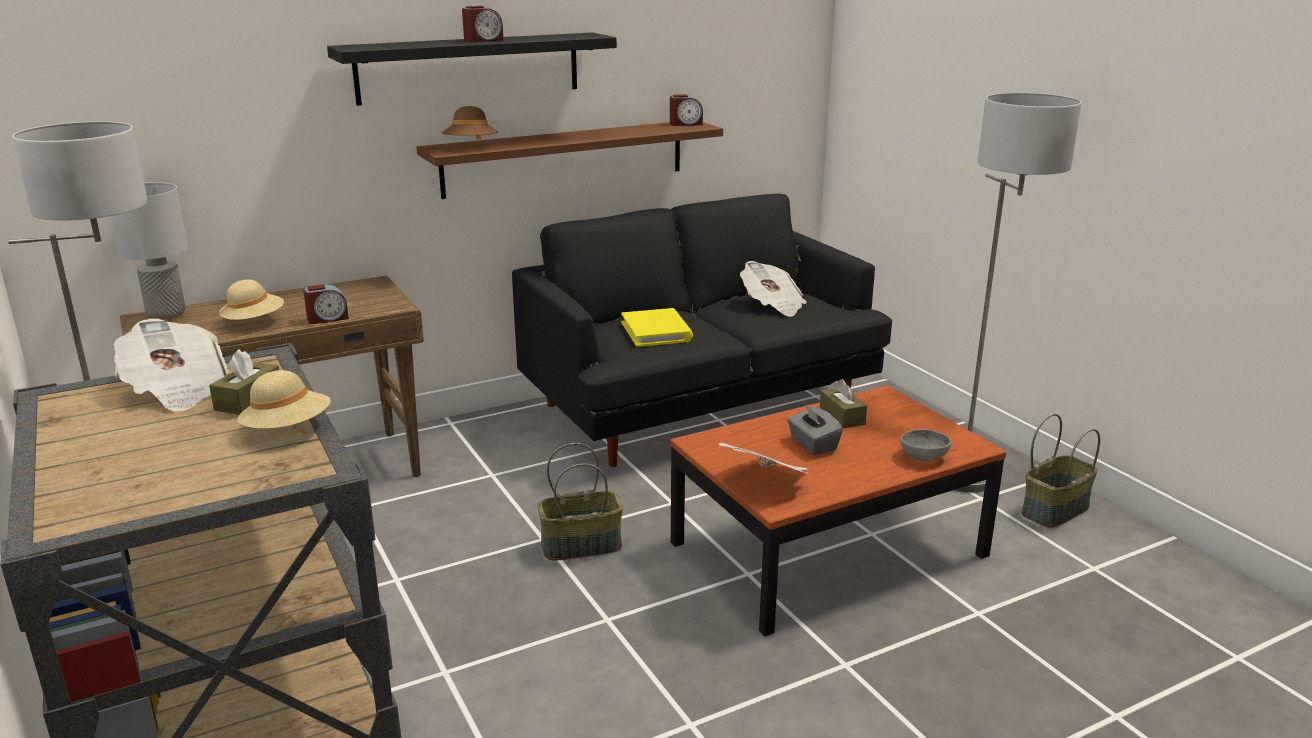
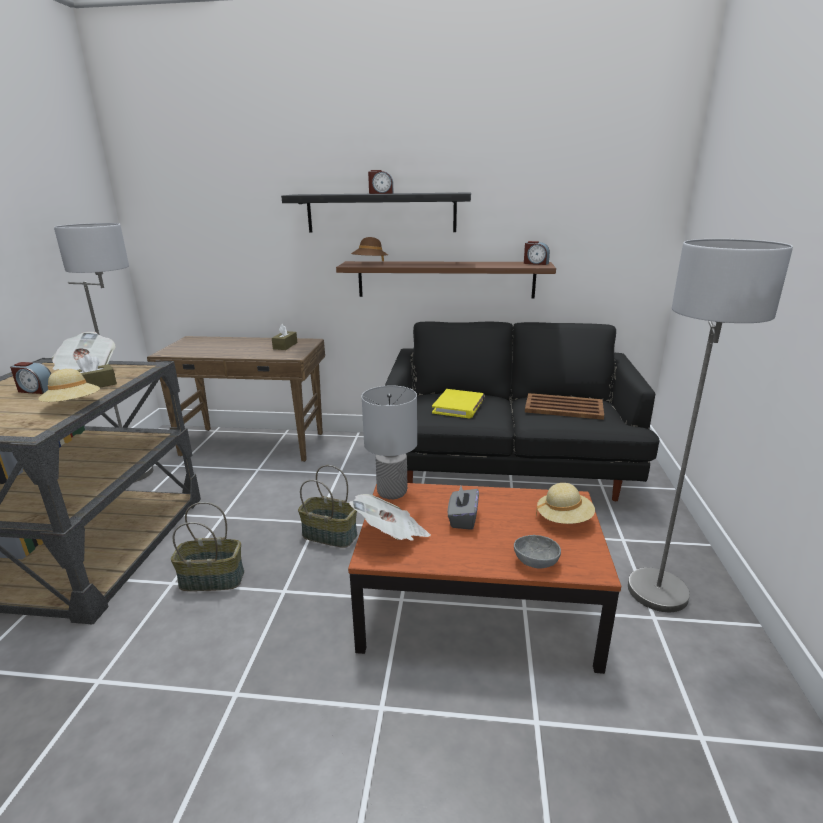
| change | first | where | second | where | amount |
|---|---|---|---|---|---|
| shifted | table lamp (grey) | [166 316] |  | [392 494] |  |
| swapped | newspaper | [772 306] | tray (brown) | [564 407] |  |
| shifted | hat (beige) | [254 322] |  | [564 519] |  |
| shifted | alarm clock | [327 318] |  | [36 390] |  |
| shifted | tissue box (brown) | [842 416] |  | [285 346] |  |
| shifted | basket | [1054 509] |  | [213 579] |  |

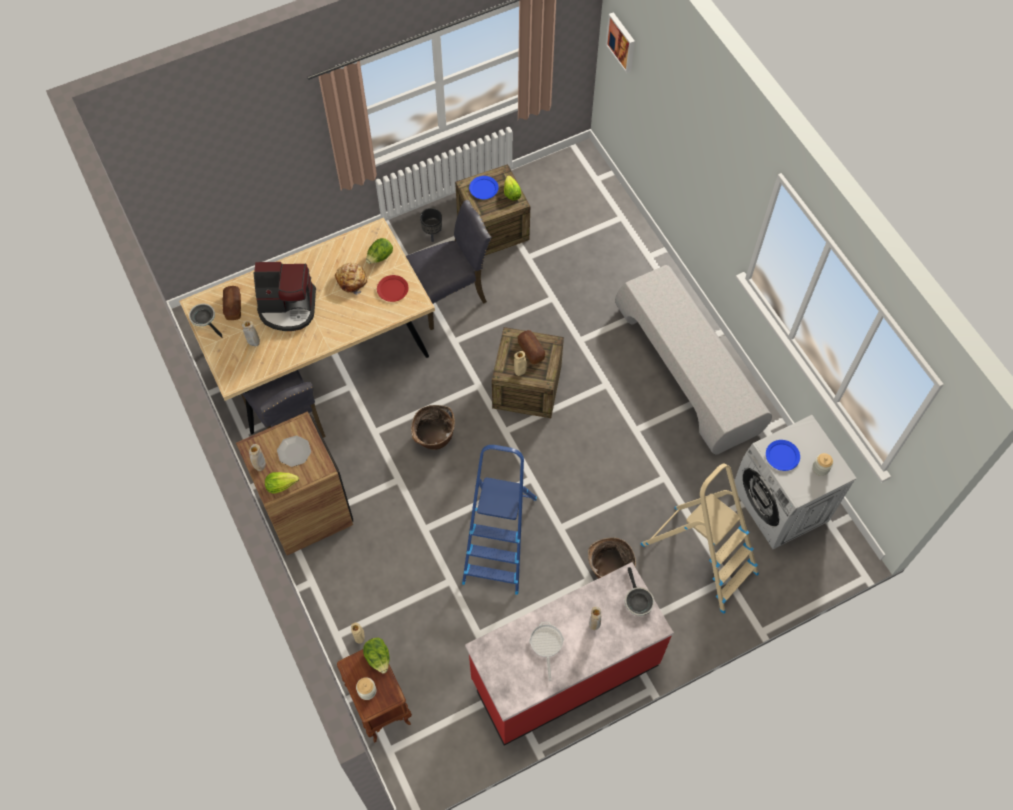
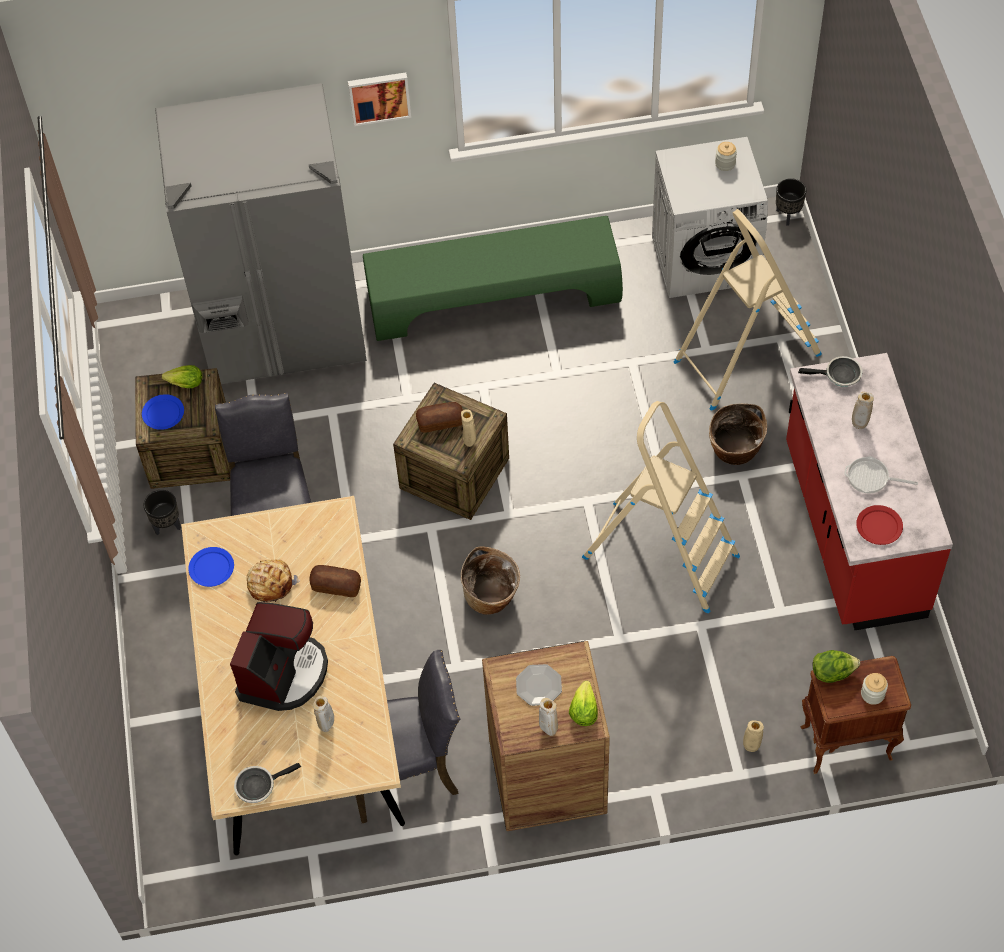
| change | first | where | second | where | amount |
|---|---|---|---|---|---|
| shifted | picture | [622 42] |  | [379 97] |  |
| gone | lettuce | [380 257] |  |  |  |
| repainted | bench (grey) | [688 369] | bench (green) | [493 296] |  |
| shifted | plate (red) | [392 289] |  | [879 526] |  |
| shifted | bread | [233 306] |  | [336 586] |  |
| shifted | plate (blue) | [782 456] |  | [211 567] |  |
| repainted | step ladder (blue) | [500 540] | step ladder (beige) | [661 557] |  |
| new |  |  | fridge (grey) | [284 330] |  |
| new |  |  | planter (black) | [788 215] |  |

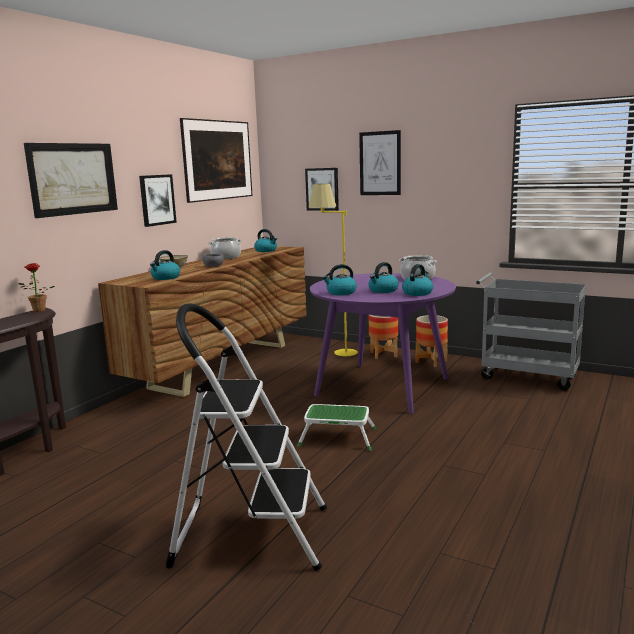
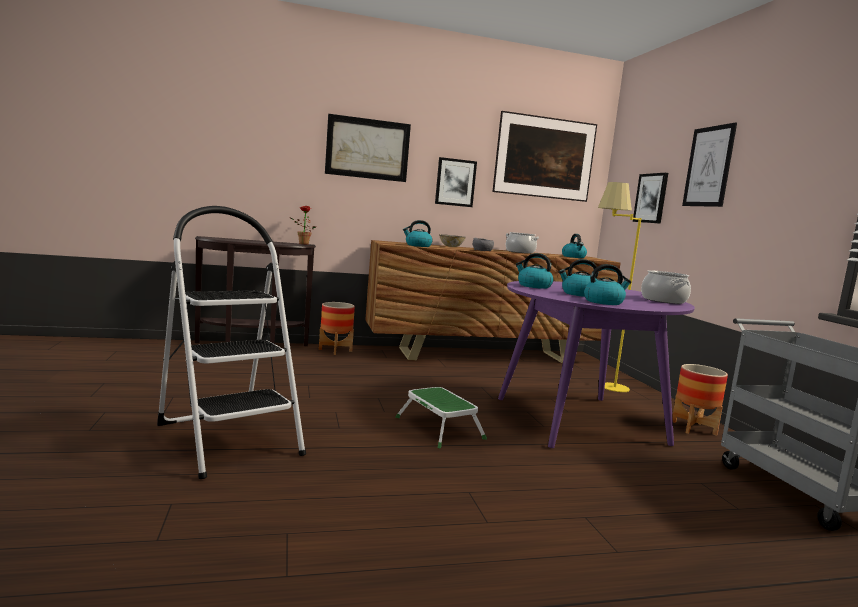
| change | first | where | second | where | amount |
|---|---|---|---|---|---|
| shifted | planter | [383 354] |  | [335 350] |  |

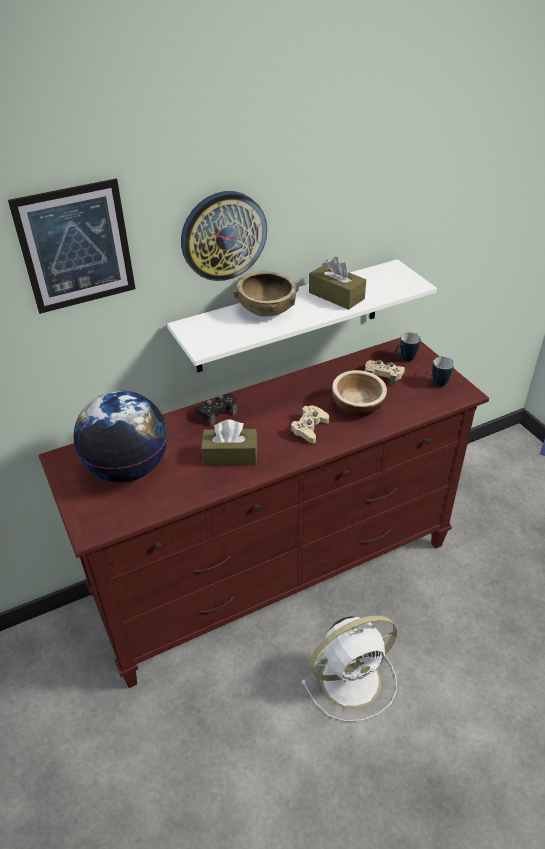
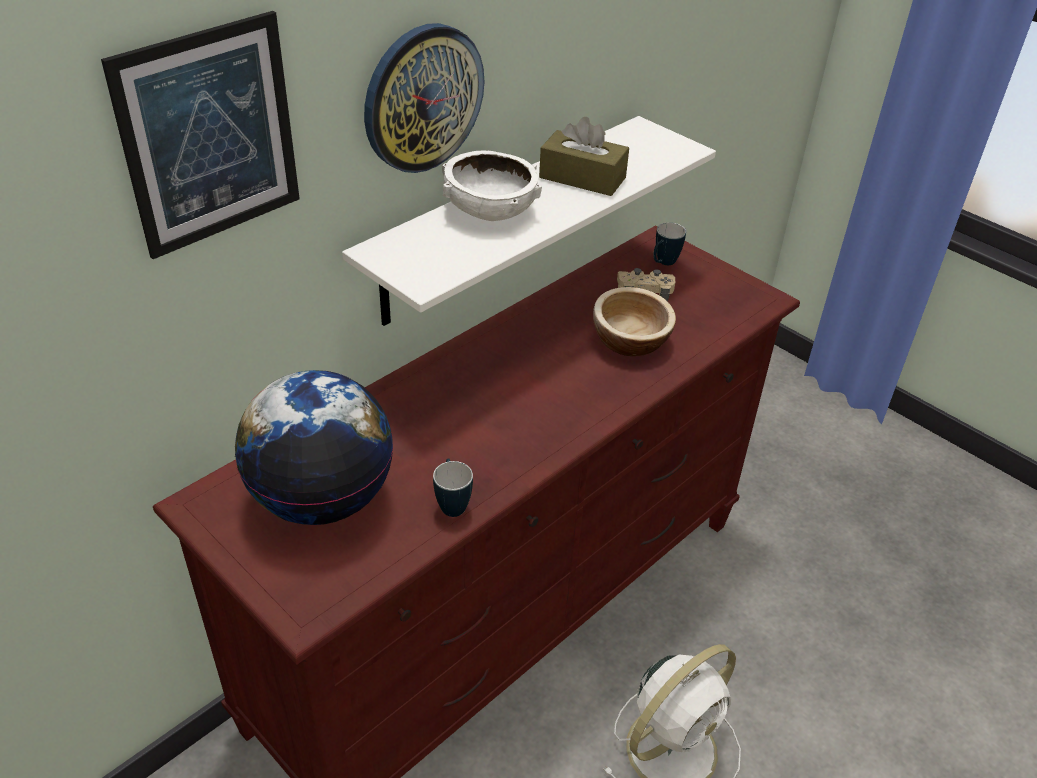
| change | first | where | second | where | amount |
|---|---|---|---|---|---|
| repainted | bowl (brown) | [266 309] | bowl (white) | [490 210] |  |
| shifted | mug | [439 381] |  | [452 503] |  |
| gone | game controller (black) | [217 412] |  |  |  |
| gone | game controller (beige) | [309 428] |  |  |  |
| gone | tissue box (brown) | [230 455] |  |  |  |

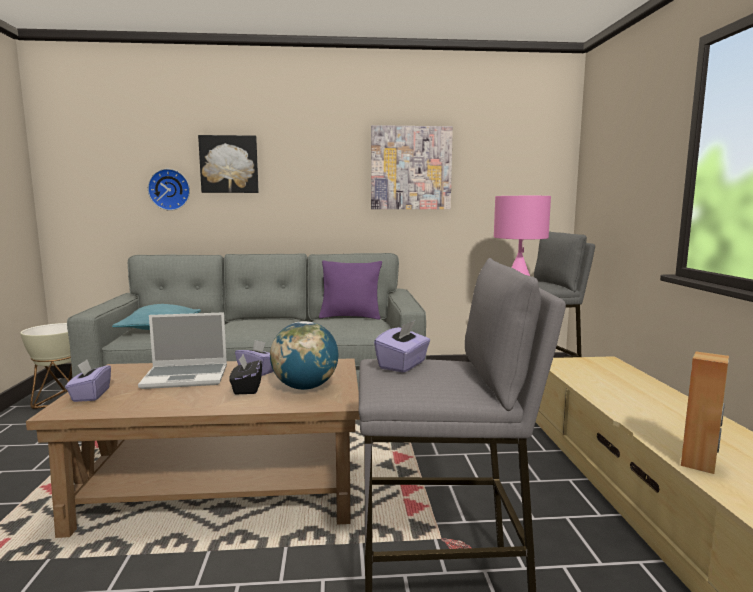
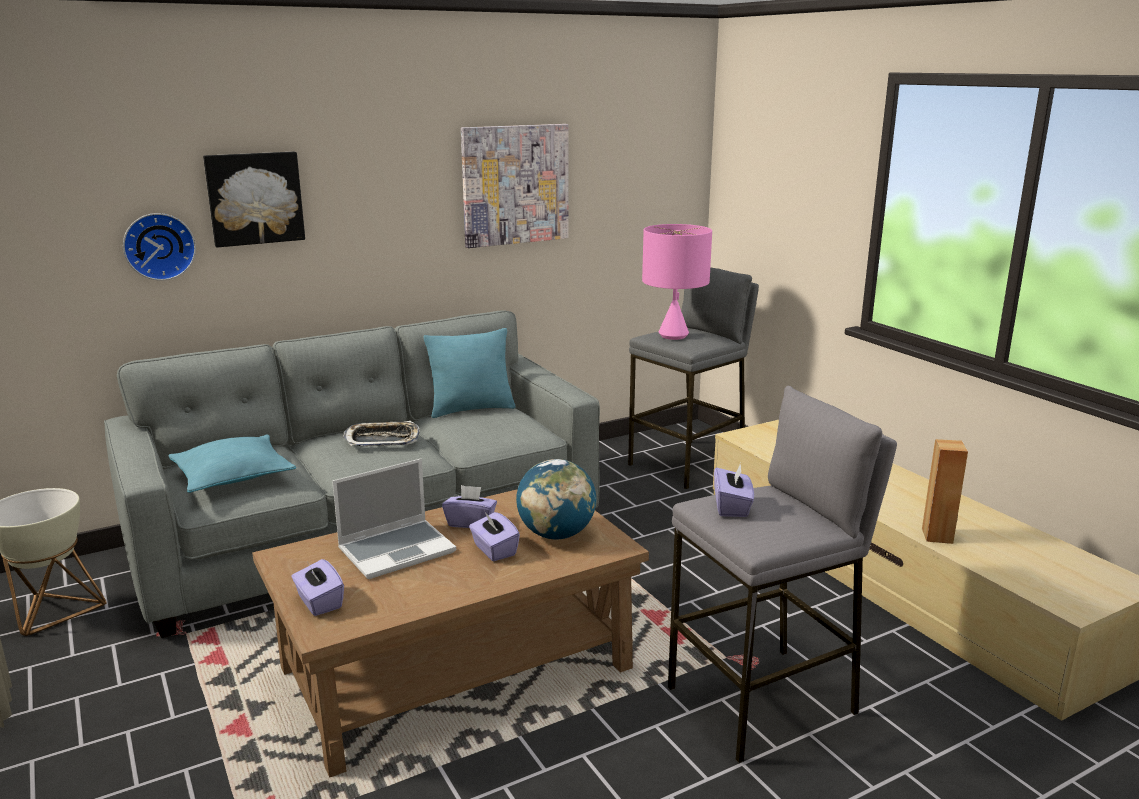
| change | first | where | second | where | amount |
|---|---|---|---|---|---|
| repainted | pillow (purple) | [350 317] | pillow (turquoise) | [471 409] |  |
| repainted | tissue box (black) | [247 388] | tissue box (purple) | [494 550] |  |
| new |  |  | tray | [382 439] |  |

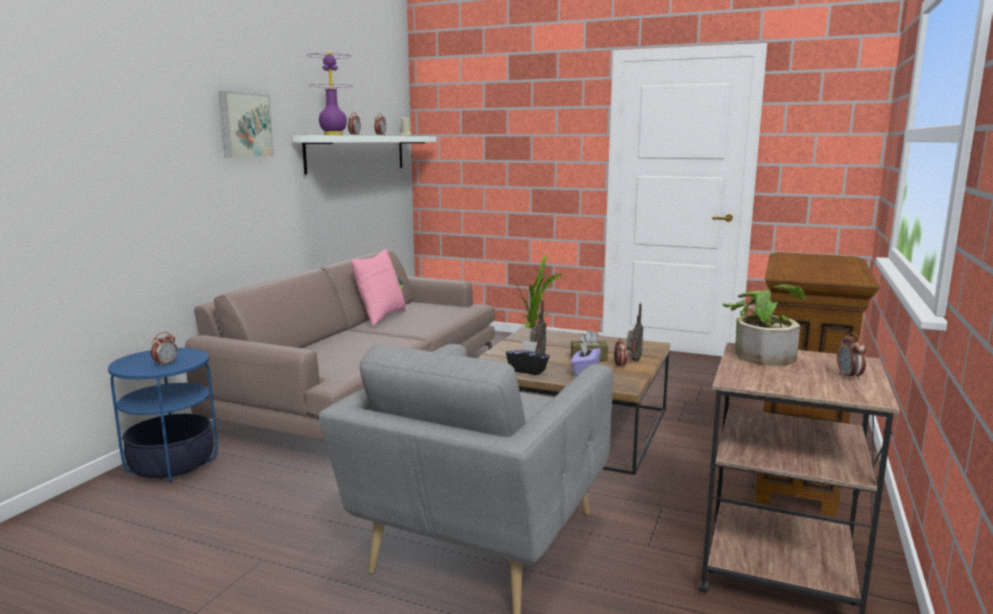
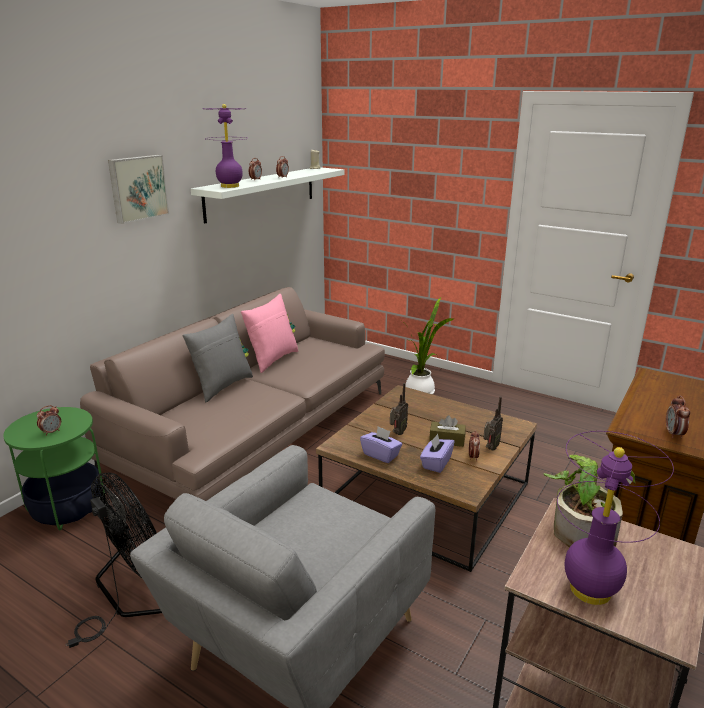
| change | first | where | second | where | amount |
|---|---|---|---|---|---|
| shifted | alarm clock | [849 377] |  | [674 434] |  |
| repainted | tissue box (black) | [527 370] | tissue box (purple) | [381 455] |  |
| repainted | side table (blue) | [172 467] | side table (green) | [67 509] |  |
| new |  |  | pillow (grey) | [222 387] |  |
| new |  |  | table lamp (purple) | [591 590] |  |
| new |  |  | fan (black) | [127 593] |  |

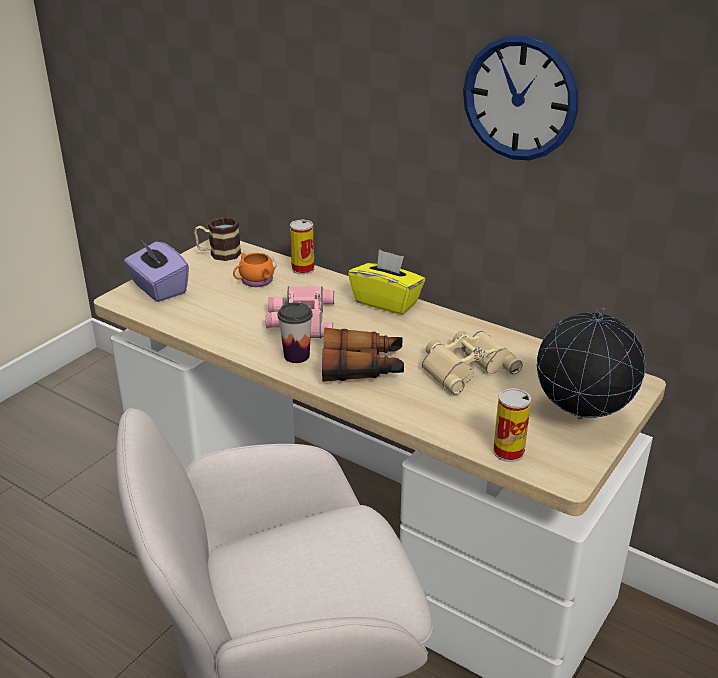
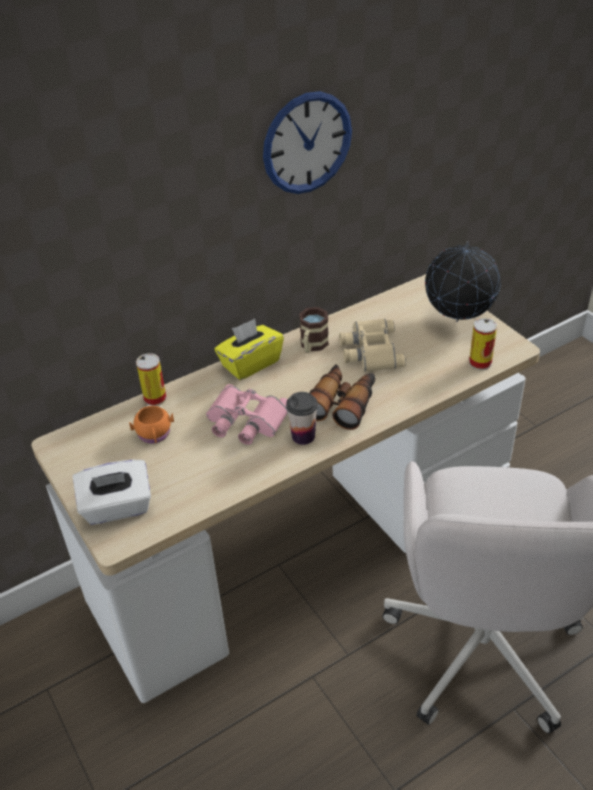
| change | first | where | second | where | amount |
|---|---|---|---|---|---|
| shifted | mug | [219 254] |  | [312 346] |  |
| repainted | tissue box (purple) | [158 288] | tissue box (white) | [117 508] |  |

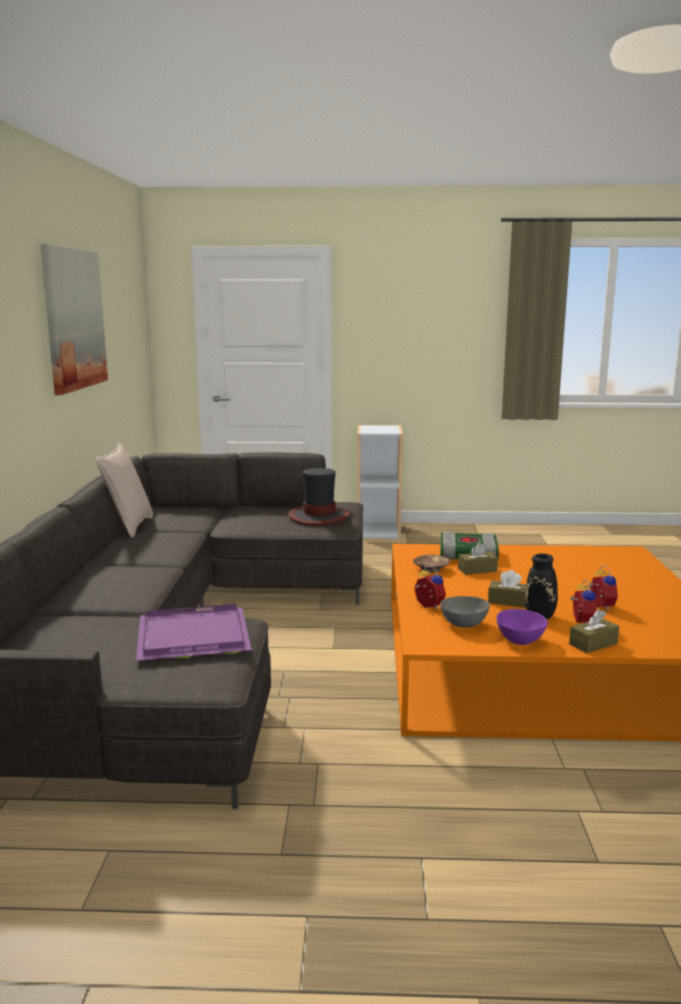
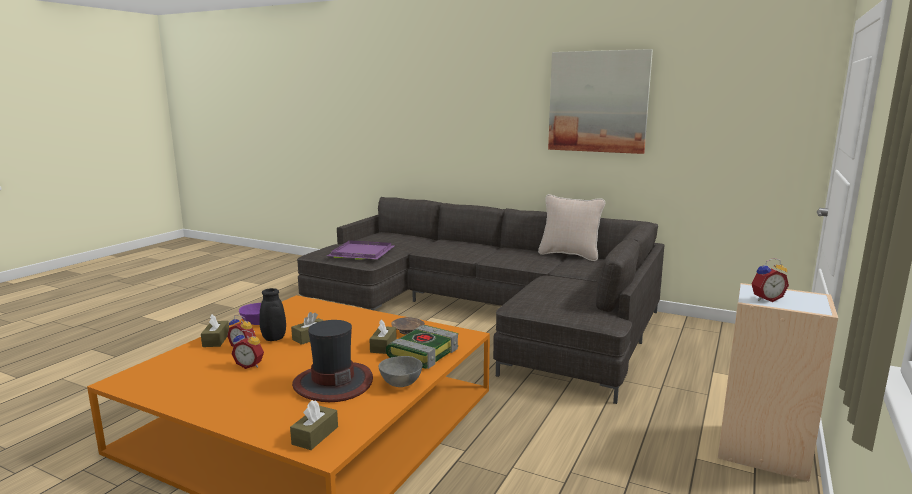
| change | first | where | second | where | amount |
|---|---|---|---|---|---|
| shifted | hat | [319 517] |  | [333 383] |  |
| shifted | alarm clock | [427 607] |  | [765 299] |  |
| shifted | bowl (grey) | [465 625] |  | [400 383] |  |
| new |  |  | tissue box (brown) | [315 435] |  |

